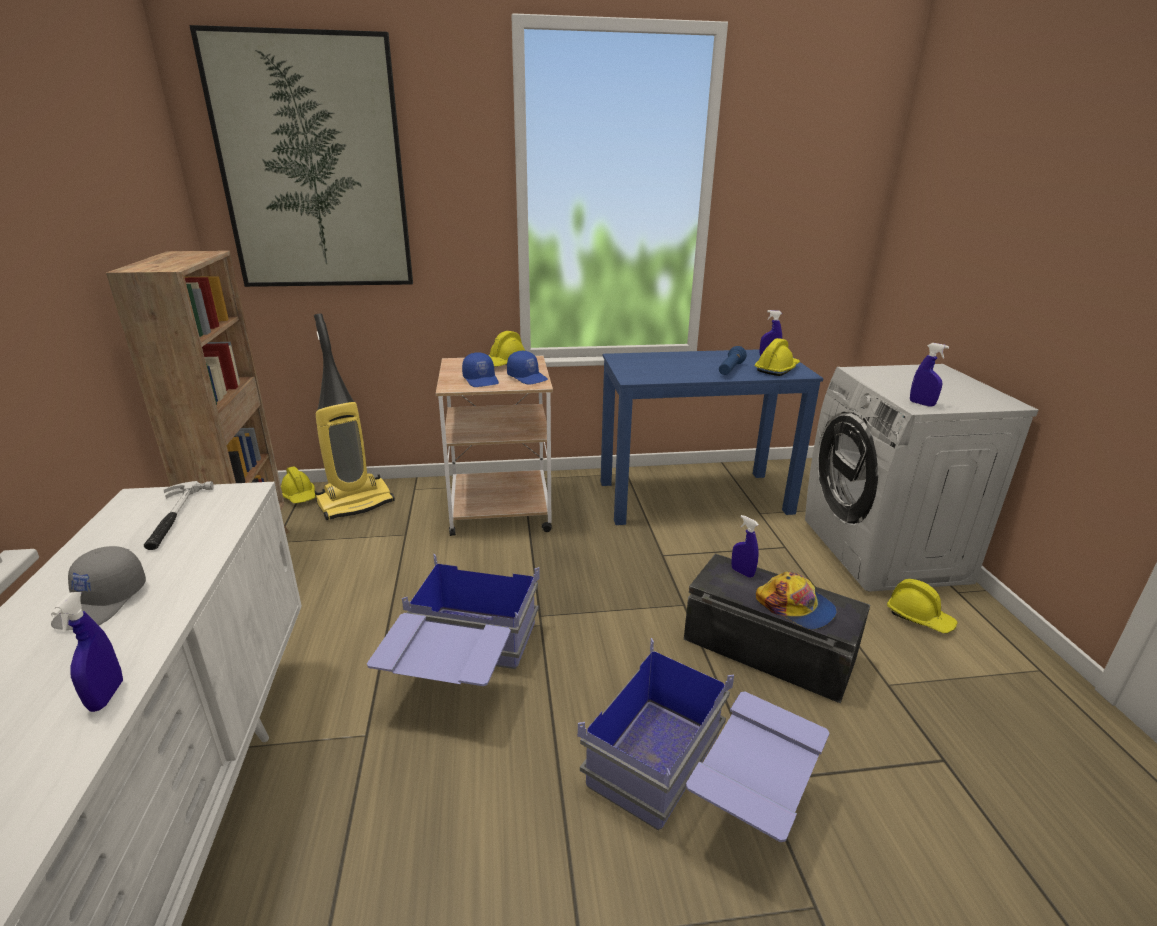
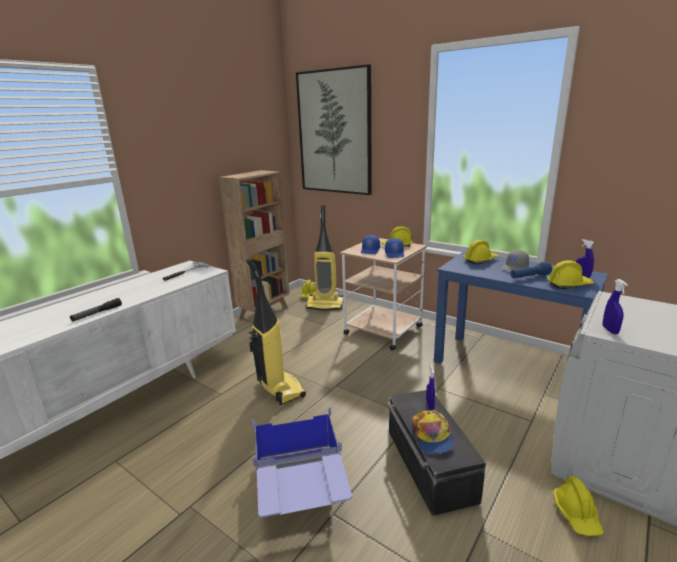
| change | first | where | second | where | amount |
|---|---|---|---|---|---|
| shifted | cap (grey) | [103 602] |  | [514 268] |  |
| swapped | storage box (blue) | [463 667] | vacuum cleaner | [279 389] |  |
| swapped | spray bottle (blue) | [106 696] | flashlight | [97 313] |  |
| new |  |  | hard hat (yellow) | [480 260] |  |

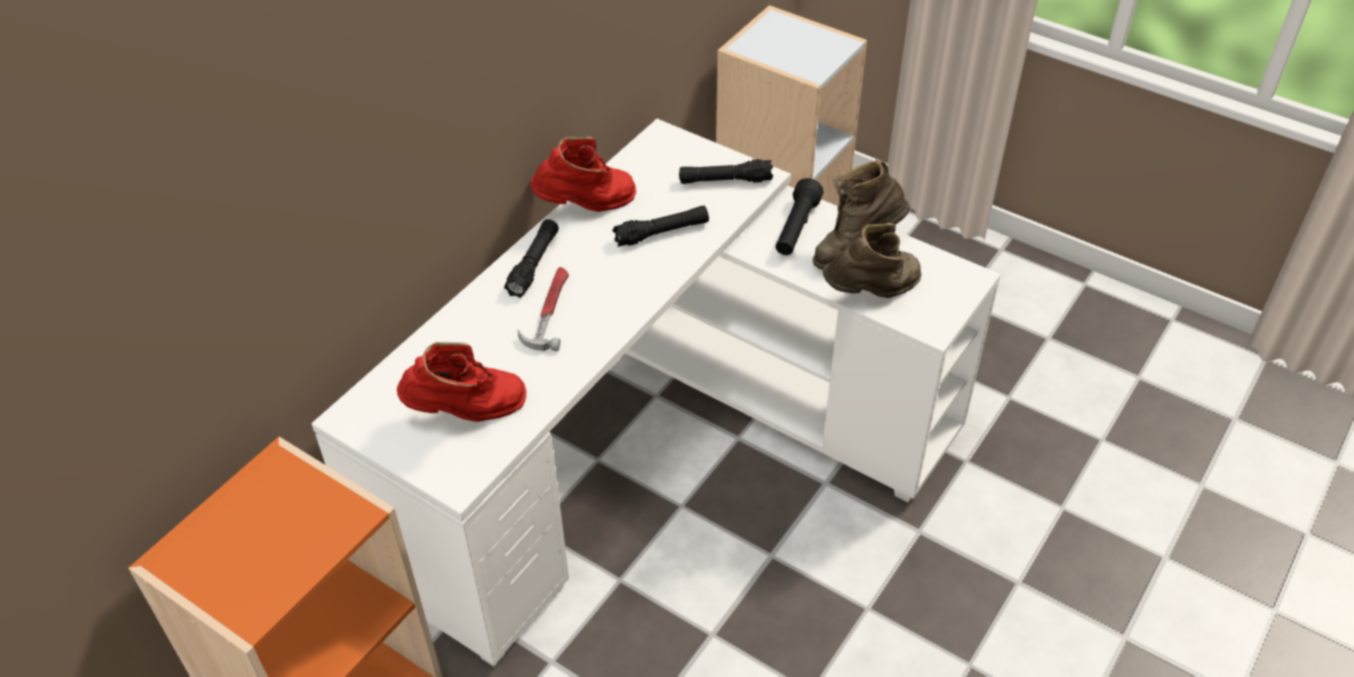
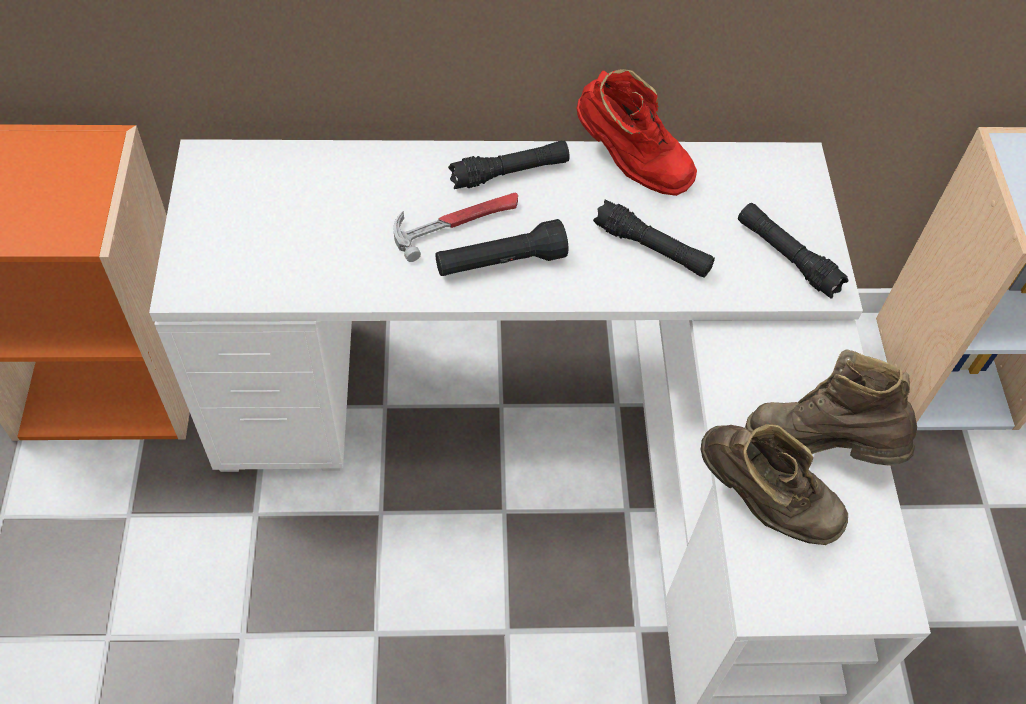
| change | first | where | second | where | amount |
|---|---|---|---|---|---|
| shifted | flashlight (black) | [796 229] |  | [500 263] |  |
| gone | boot (red) | [467 412] |  |  |  |

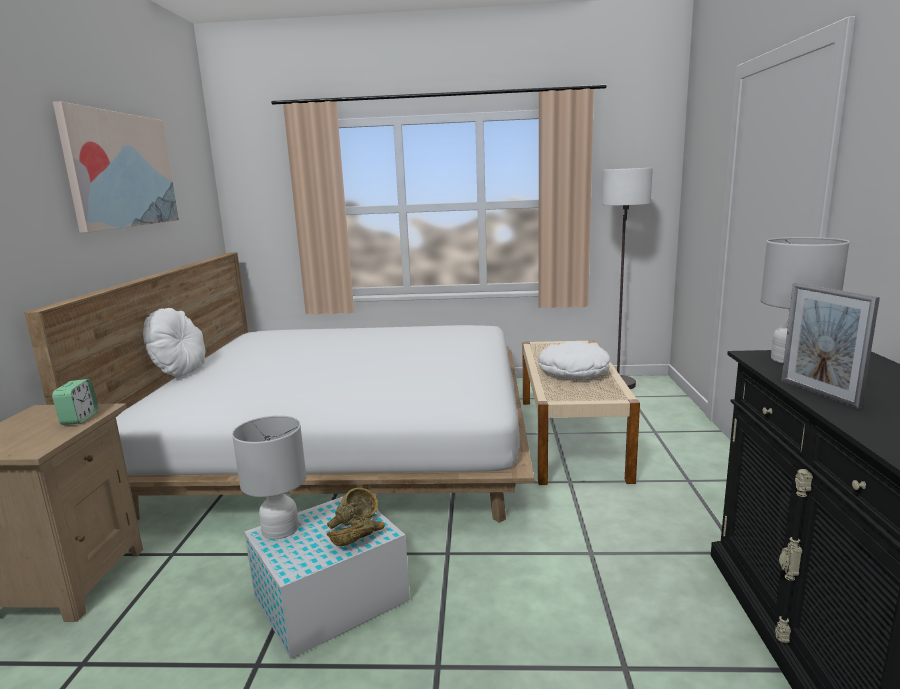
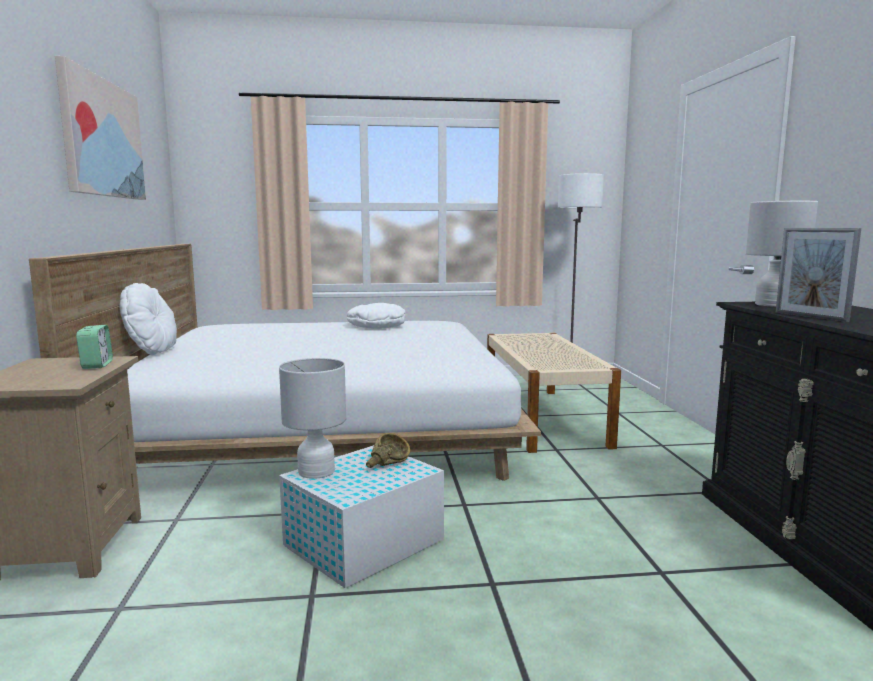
| change | first | where | second | where | amount |
|---|---|---|---|---|---|
| shifted | pillow (white) | [573 371] |  | [376 326] |  |
| gone | bowl (brown) | [357 540] |  |  |  |

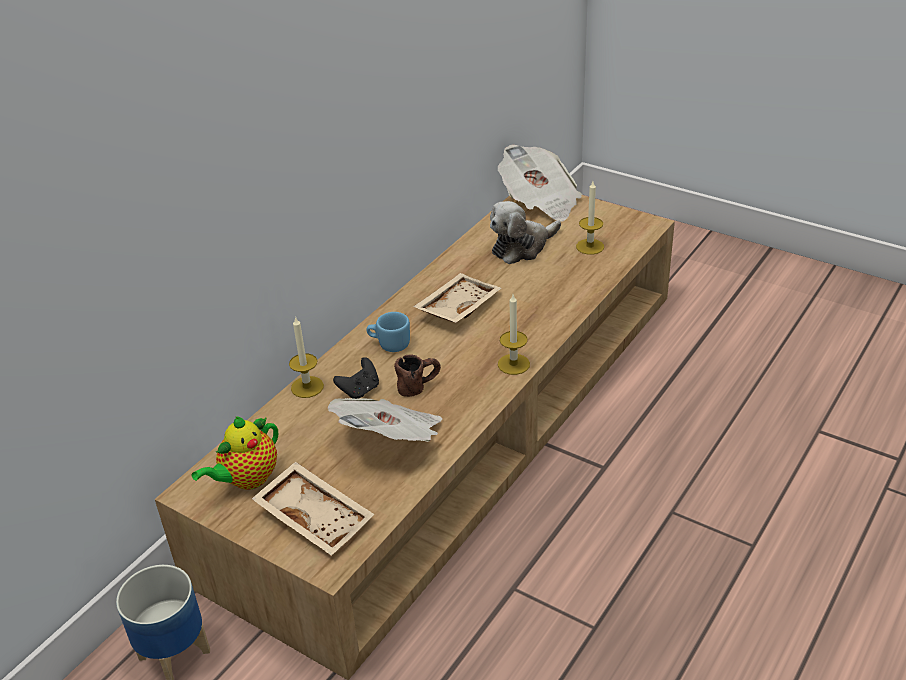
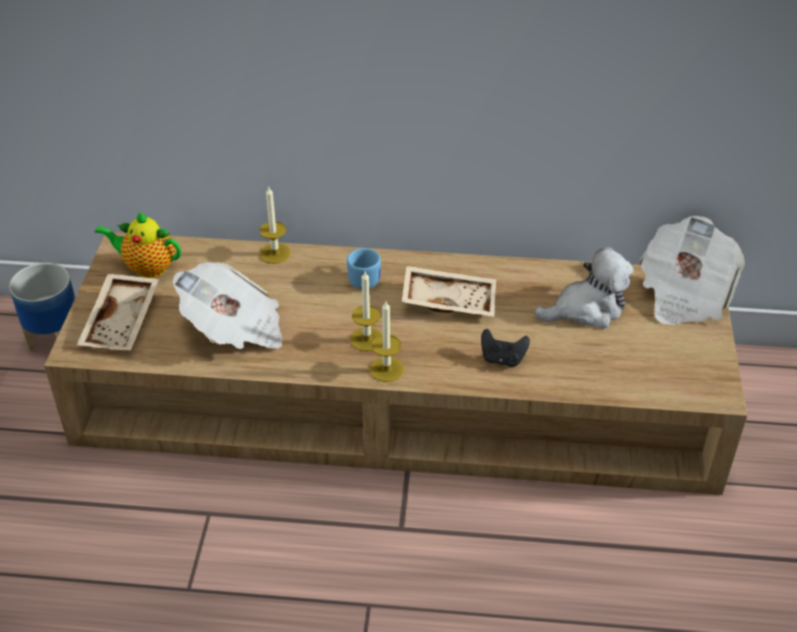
| change | first | where | second | where | amount |
|---|---|---|---|---|---|
| shifted | candle | [590 246] |  | [366 339] |  |
| rotated | plush toy | [522 247] |  | [586 309] | 135 degrees clockwise |
| gone | mug (brown) | [419 386] |  |  |  |
| shifted | game controller (black) | [360 390] |  | [502 359] |  |

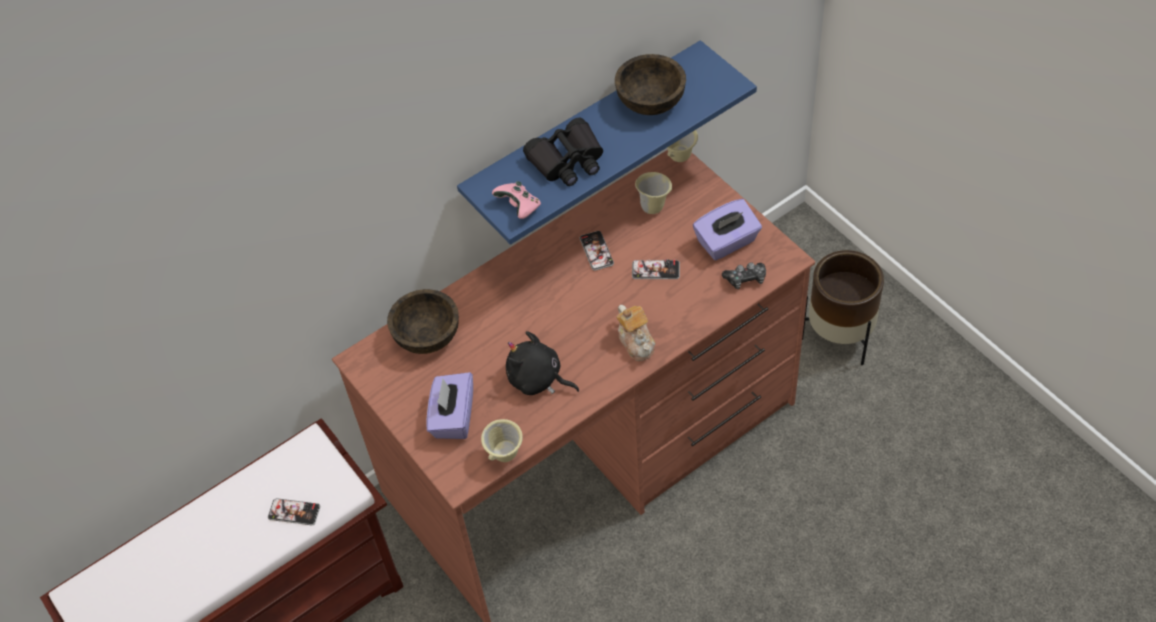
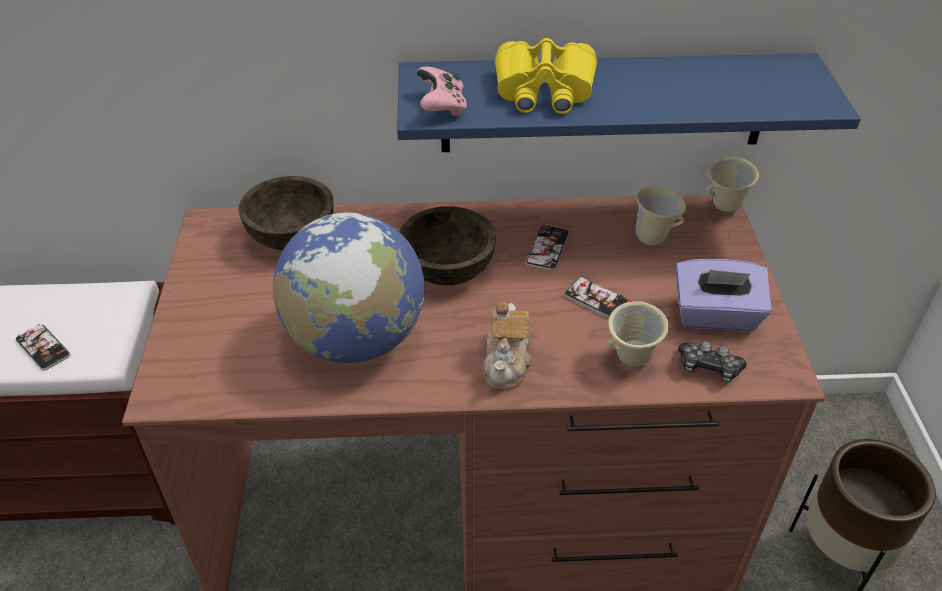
| change | first | where | second | where | amount |
|---|---|---|---|---|---|
| shifted | bowl (brown) | [651 101] |  | [448 269] |  |
| repainted | binoculars (black) | [567 161] | binoculars (yellow) | [544 91] |  |
| swapped | plush toy (black) | [538 379] | globe | [356 339] |  |
| gone | tissue box (purple) | [453 417] |  |  |  |
| shifted | mug (beige) | [505 457] |  | [631 361] |  |

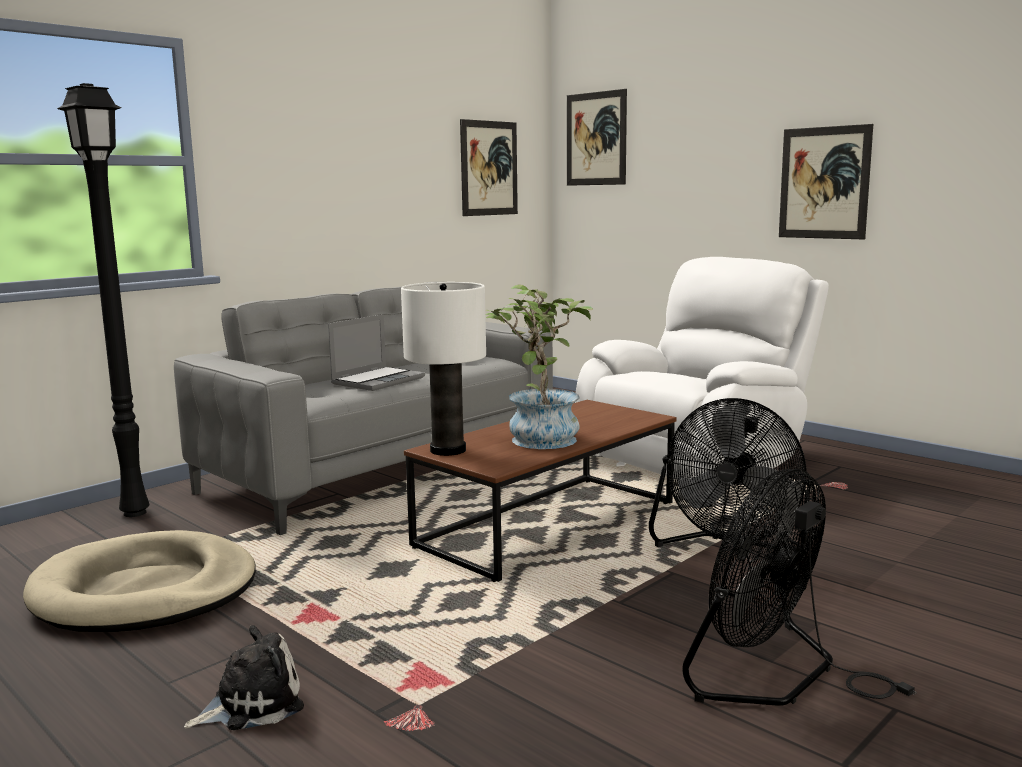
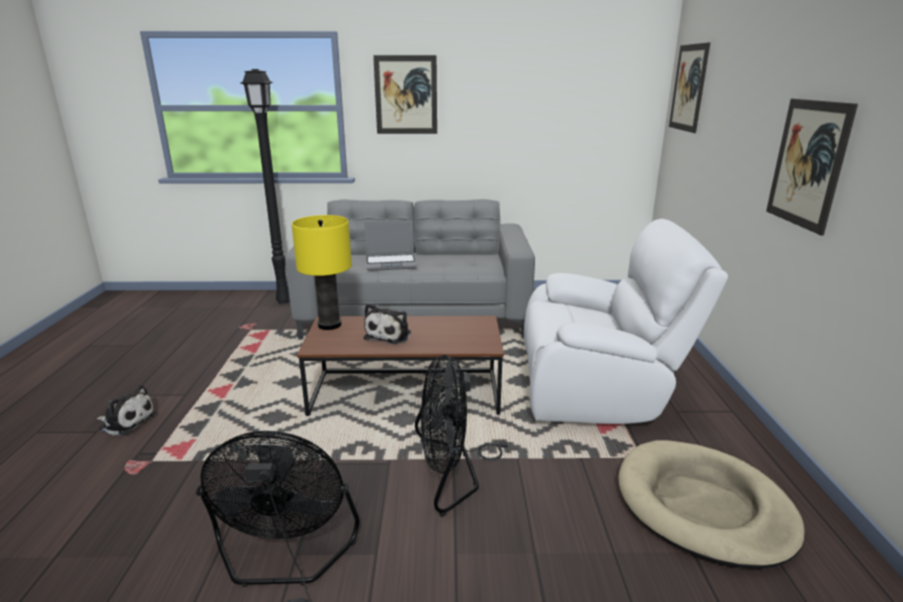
| change | first | where | second | where | amount |
|---|---|---|---|---|---|
| shifted | picture | [489 168] |  | [406 95] |  |
| repainted | table lamp (white) | [447 450] | table lamp (yellow) | [329 325] |  |
| swapped | potted plant | [539 437] | plush toy | [389 335] |  |
| shifted | dog bed (beige) | [145 591] |  | [703 507] |  |

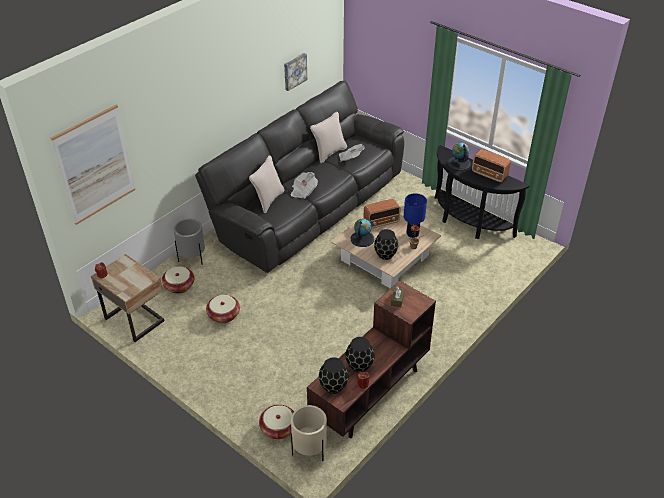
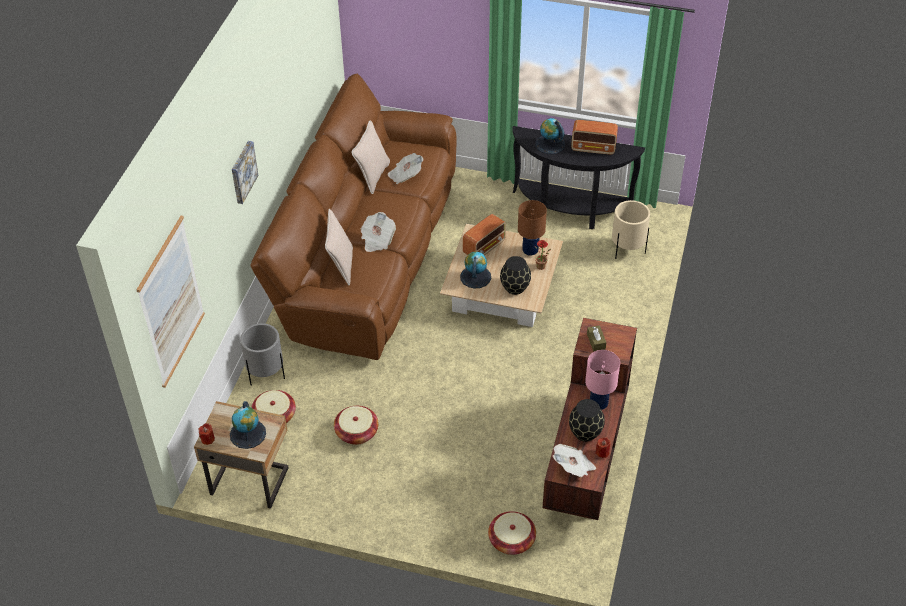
| change | first | where | second | where | amount |
|---|---|---|---|---|---|
| shifted | picture | [294 71] |  | [242 172] |  |
| repainted | sofa (grey) | [308 207] | sofa (brown) | [367 255] |  |
| repainted | table lamp (blue) | [412 235] | table lamp (brown) | [530 251] |  |
| swapped | vase (black) | [334 386] | newspaper | [573 467] |  |
| shifted | planter (beige) | [309 450] |  | [627 250] |  |
| new |  |  | table lamp (pink) | [599 404] |  |
| new |  |  | globe | [248 434] |  |

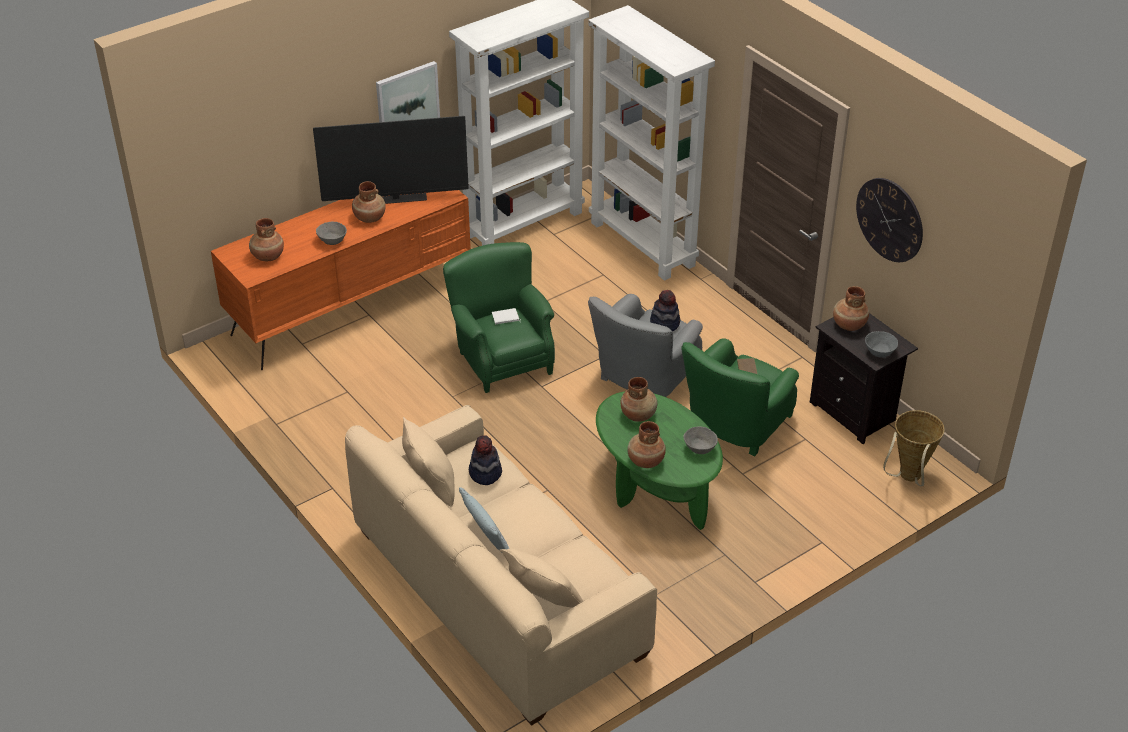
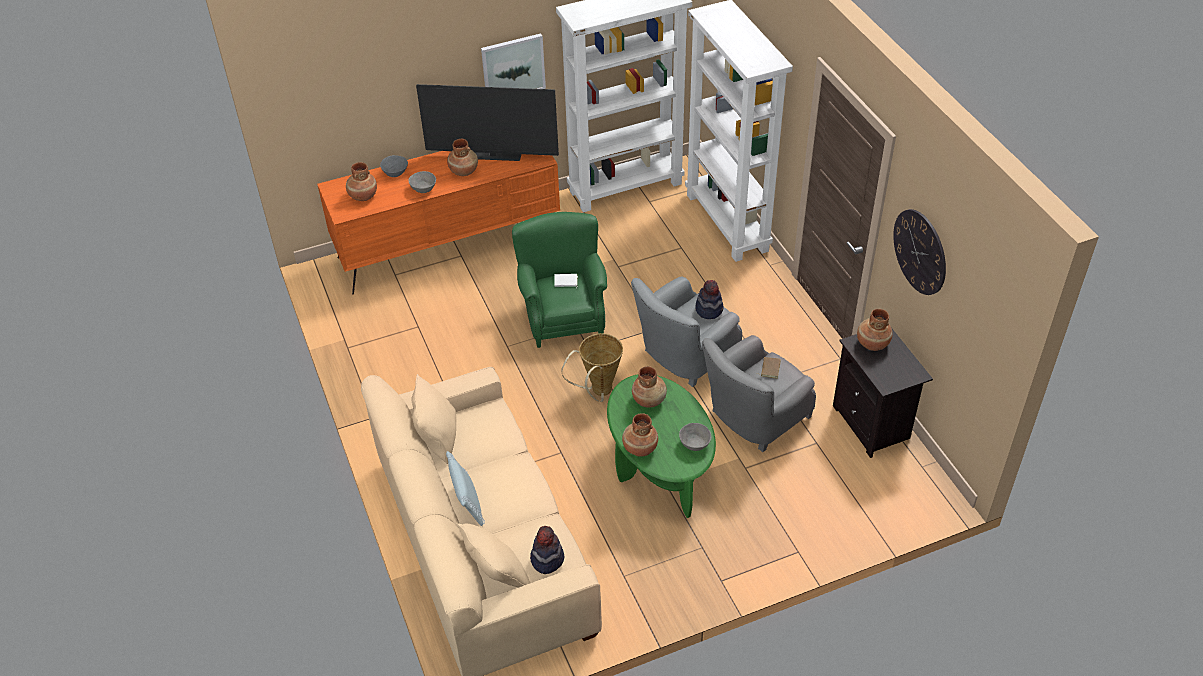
| change | first | where | second | where | amount |
|---|---|---|---|---|---|
| shifted | bowl (grey) | [880 352] |  | [395 173] |  |
| repainted | armchair (green) | [736 426] | armchair (grey) | [754 418] |  |
| shifted | basket | [908 478] |  | [598 392] |  |
| shifted | hat | [485 473] |  | [547 559] |  |

